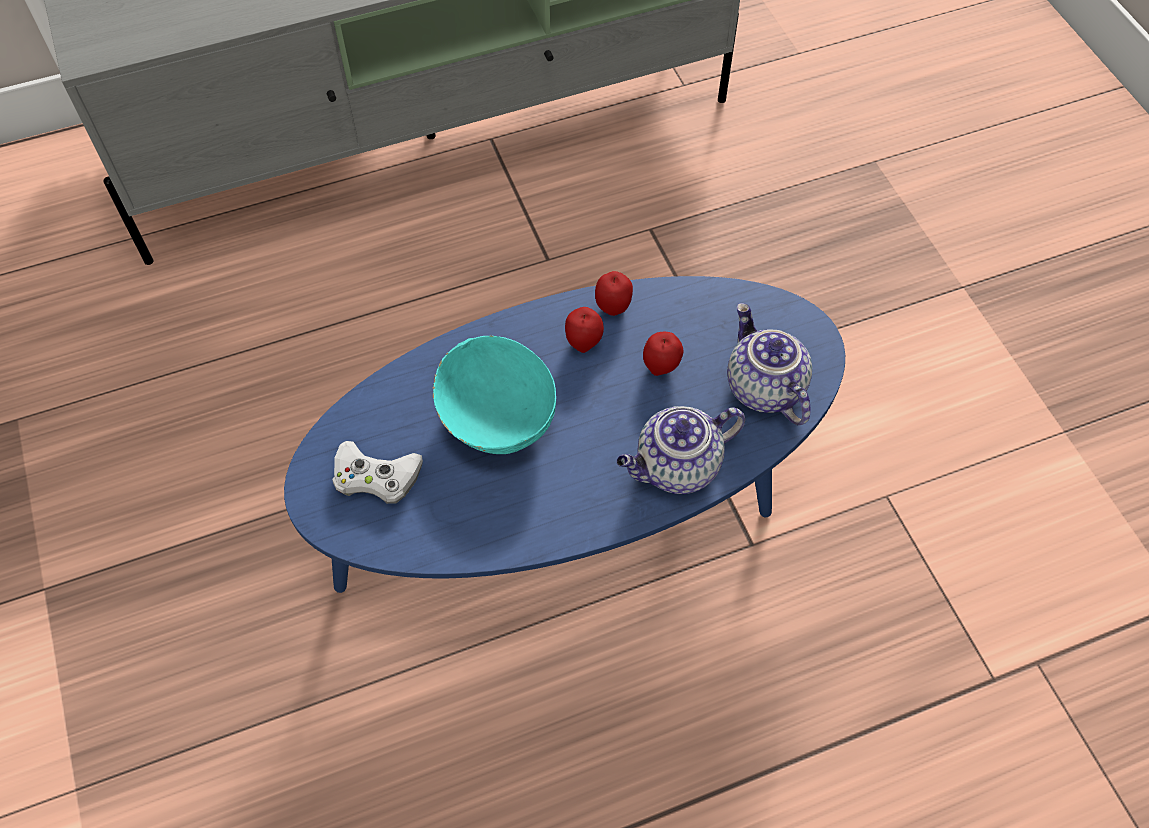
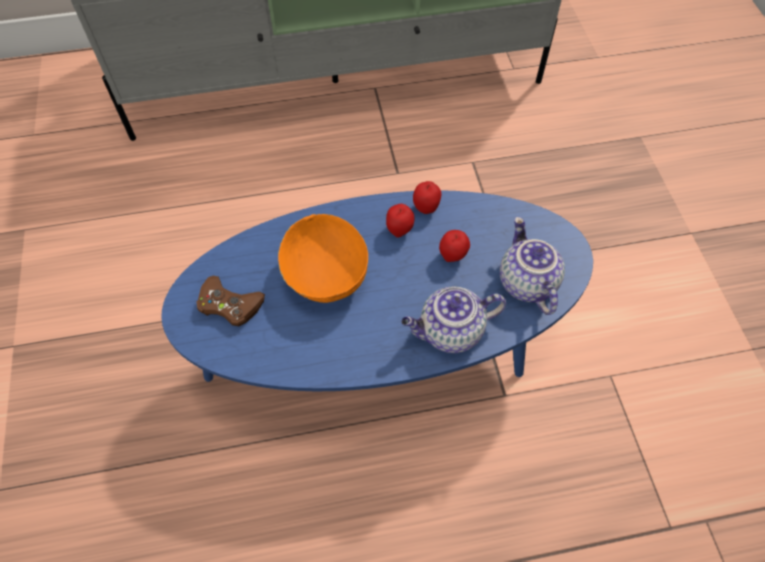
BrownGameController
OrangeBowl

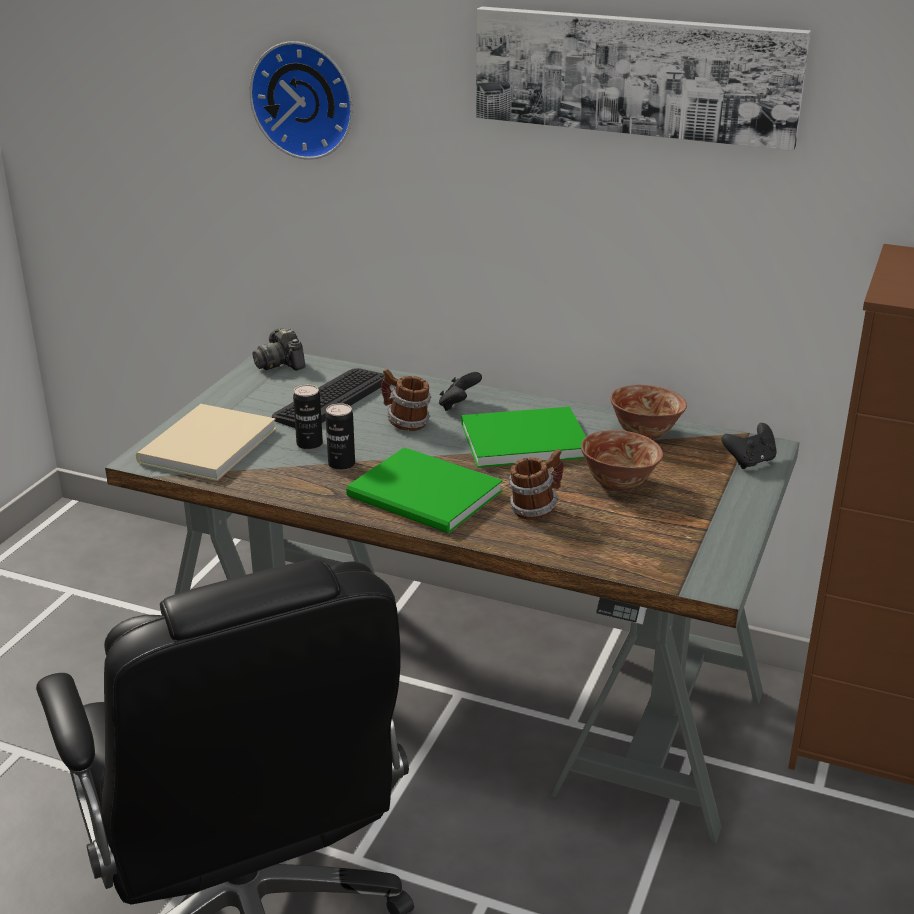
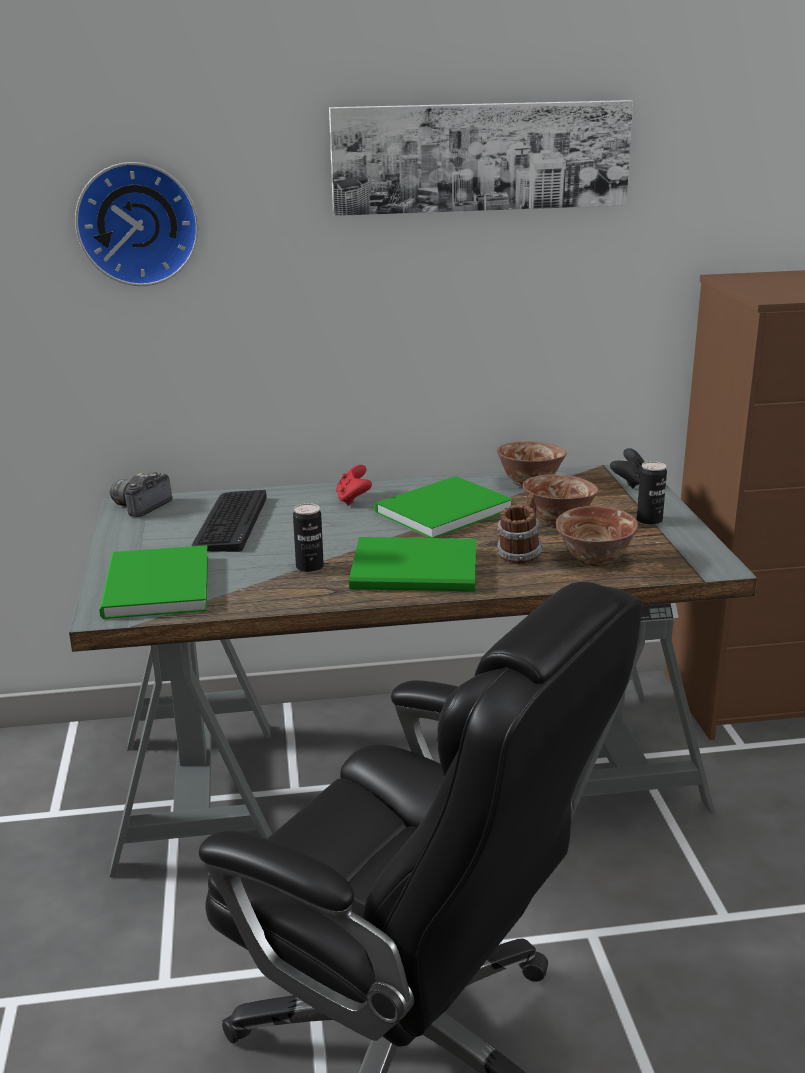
GreenBook (no. 1 from left)
PhotoCamera
RedGameController
Bowl (no. 3 from left)
Can (no. 2 from left)
Mug (no. 1 from left in the first image)

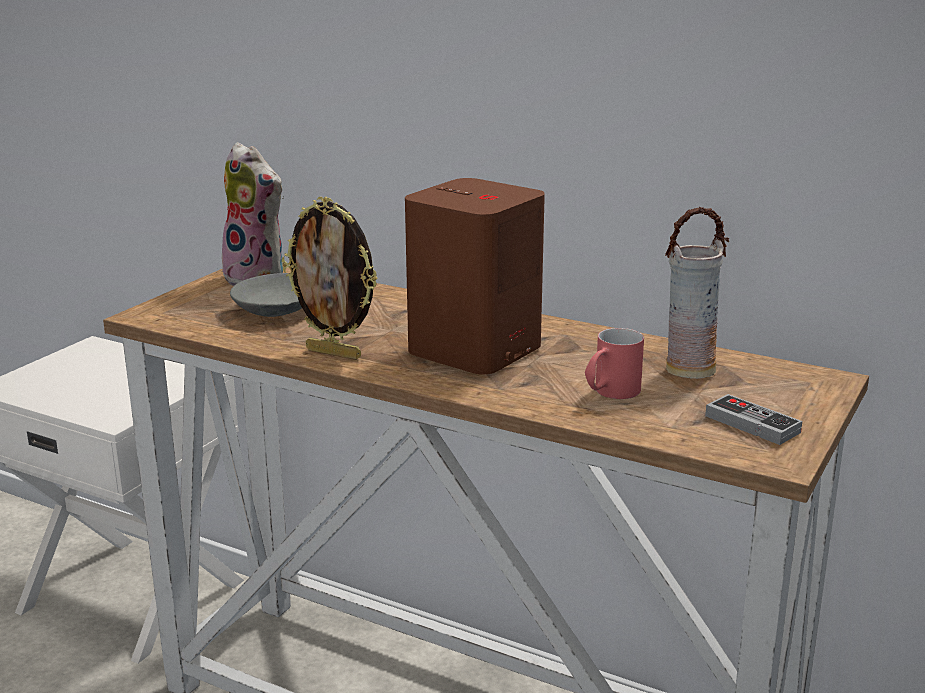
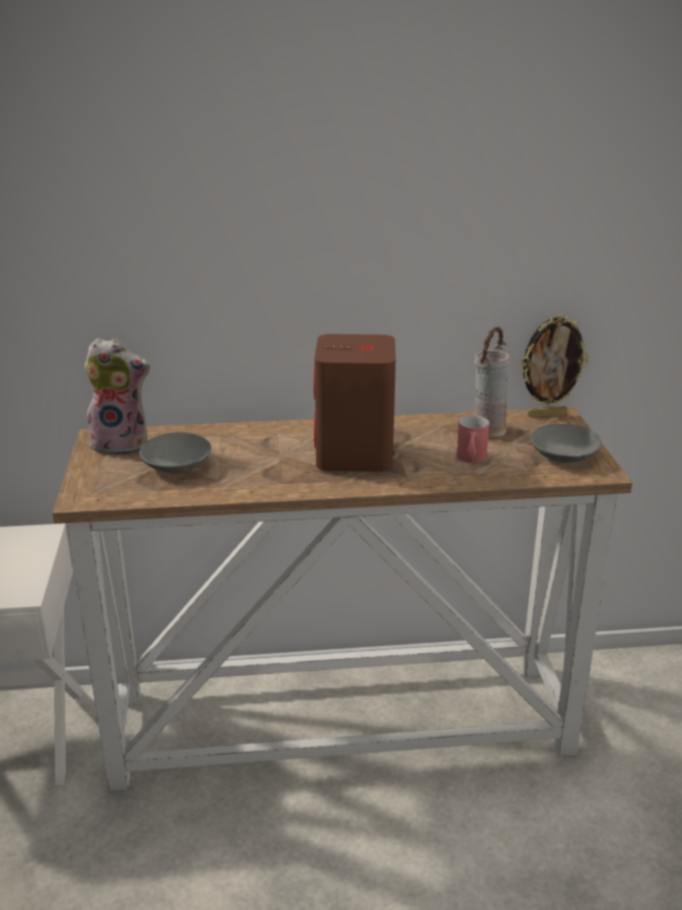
PictureFrame
GreyBowl (no. 2 from left)

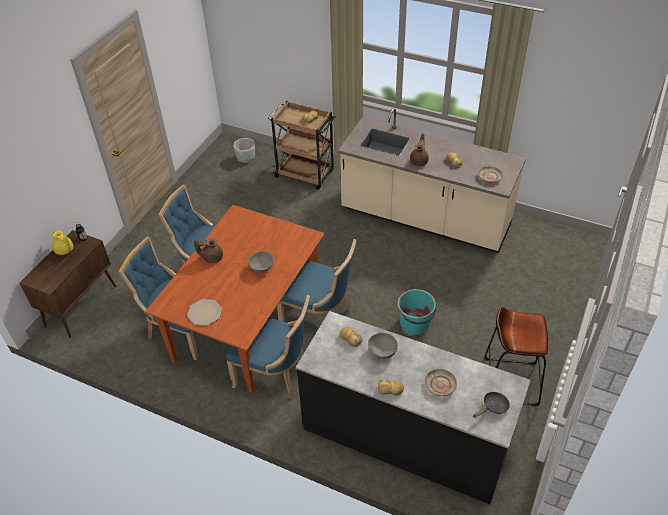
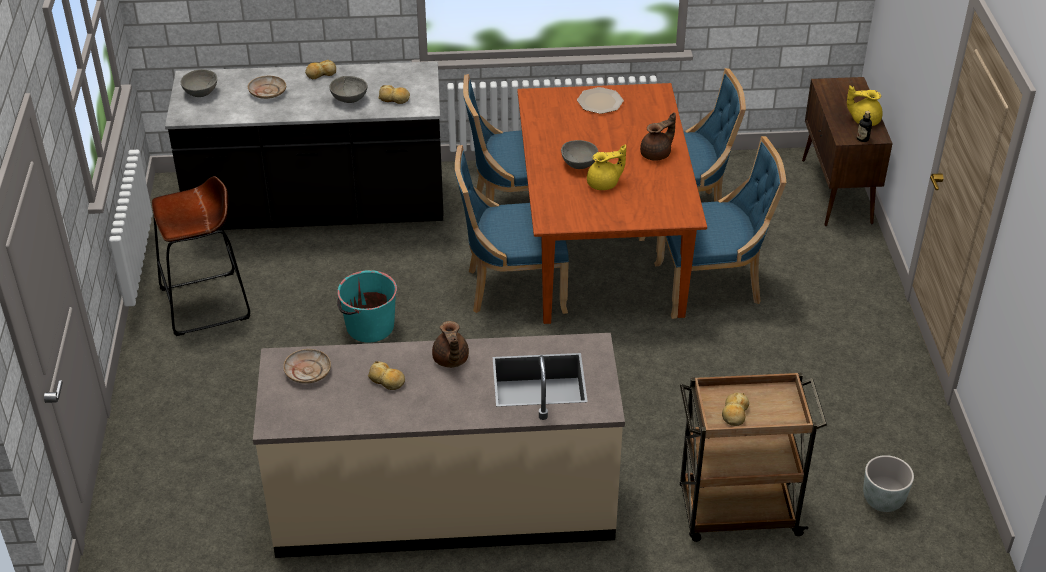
GreyBowl (no. 1 from left)
YellowTeapot (no. 1 from left)

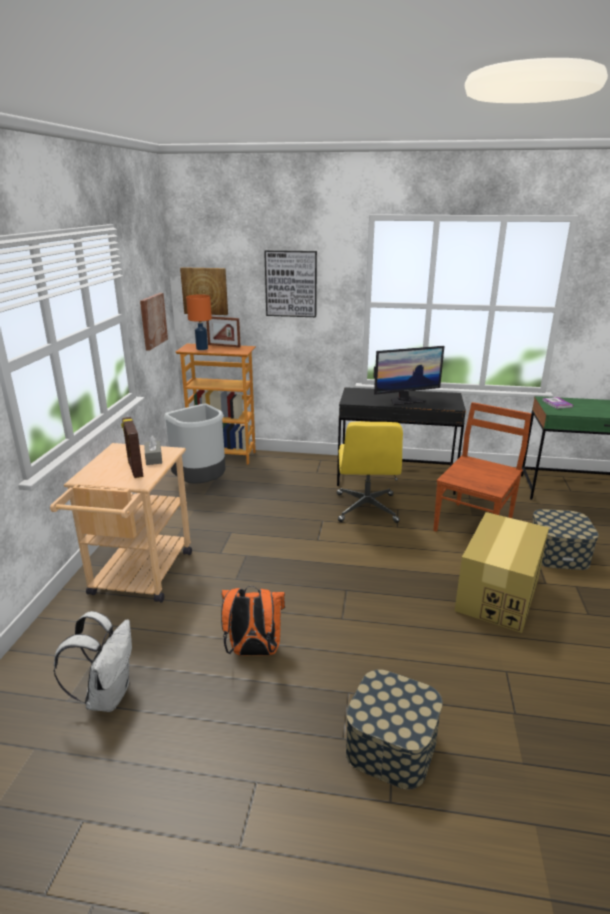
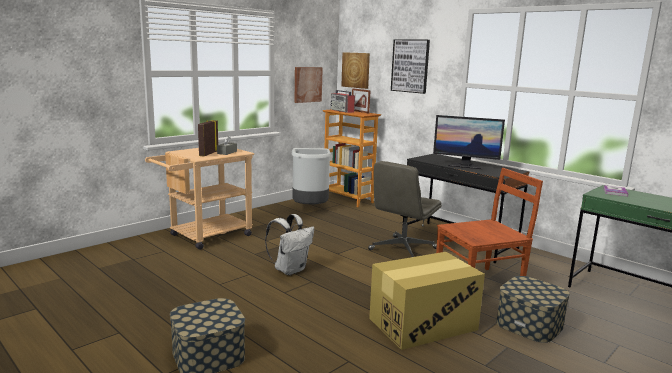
WhiteBackpack
Radio
GreyOfficeChair
OrangeBackpack

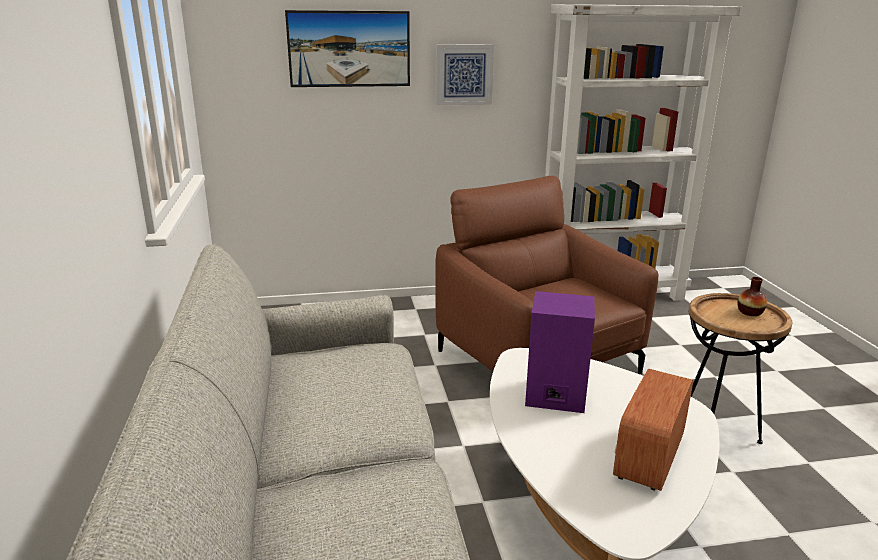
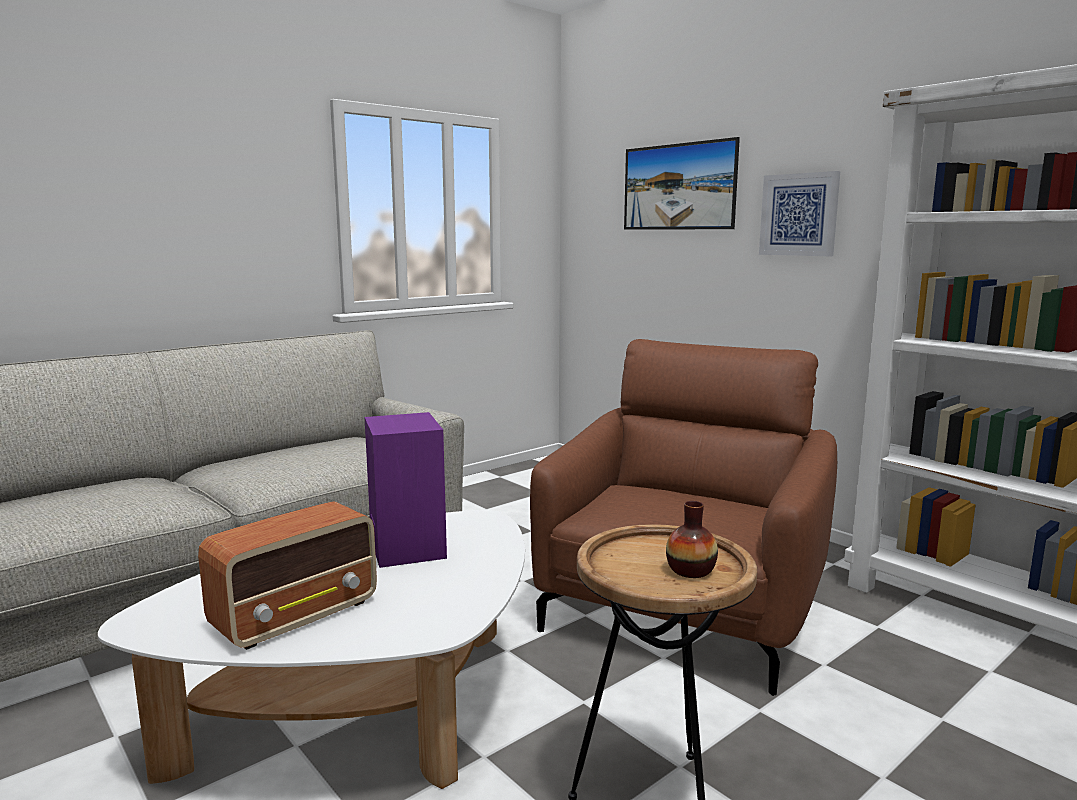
Radio

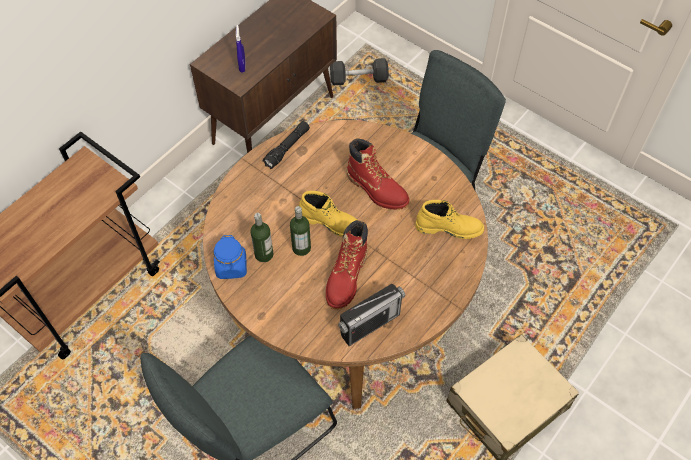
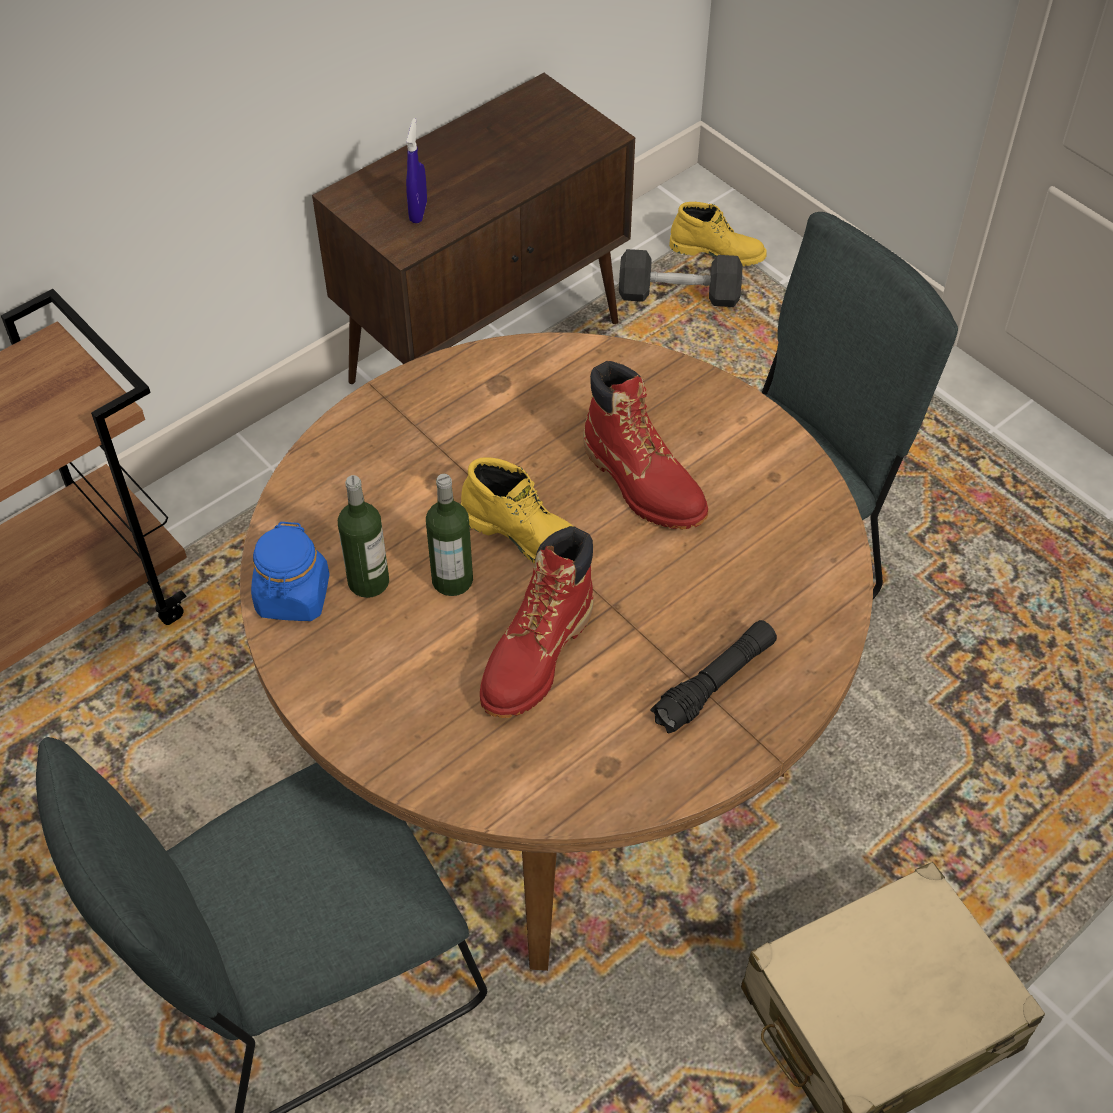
BlackFlashlight
YellowBoot (no. 2 from left)
Radio

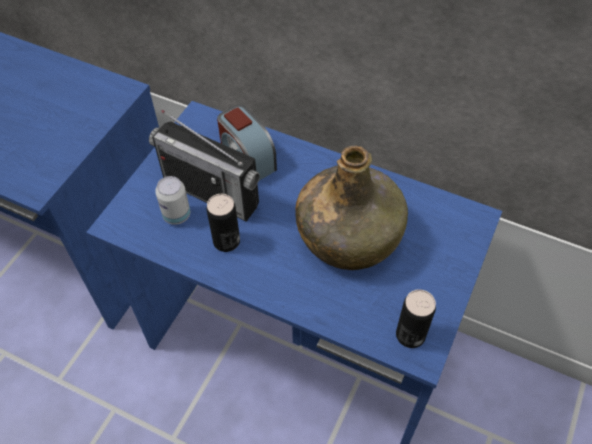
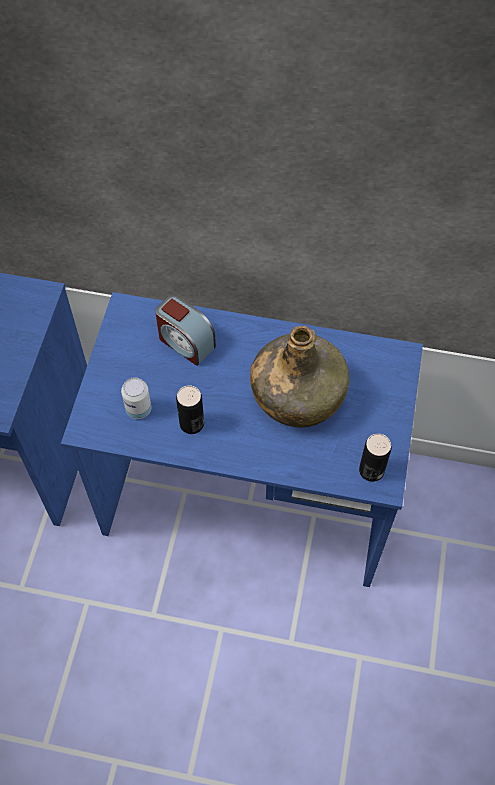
Radio

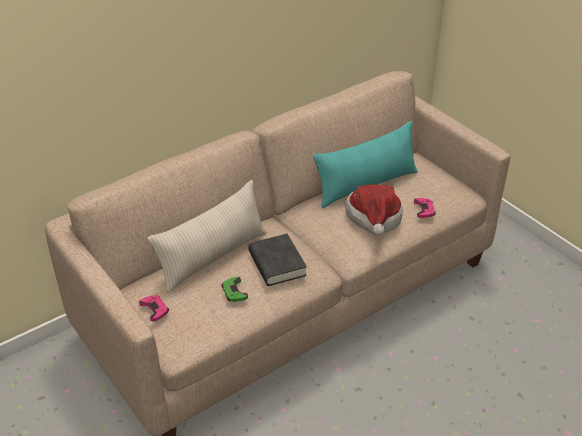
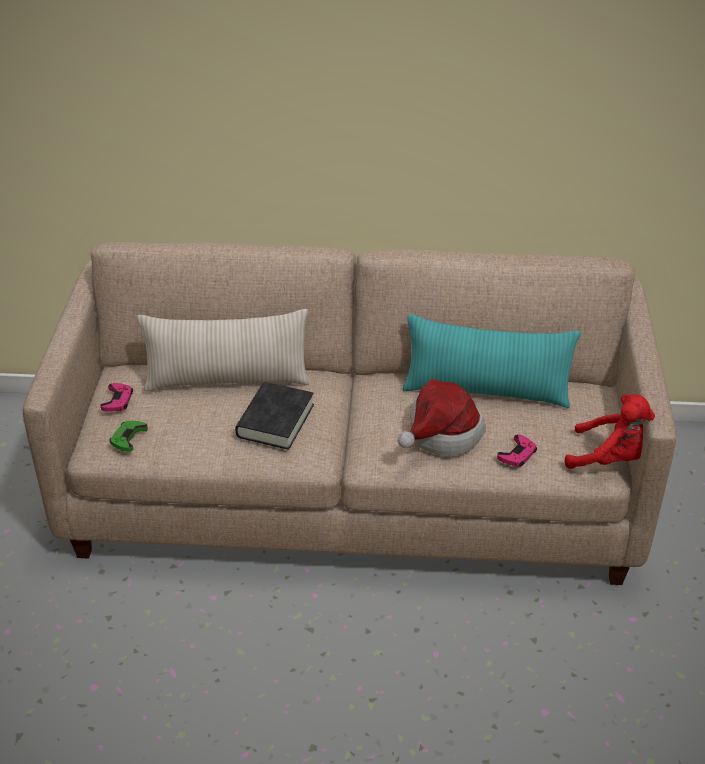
GreenGameController
RedPlushToy

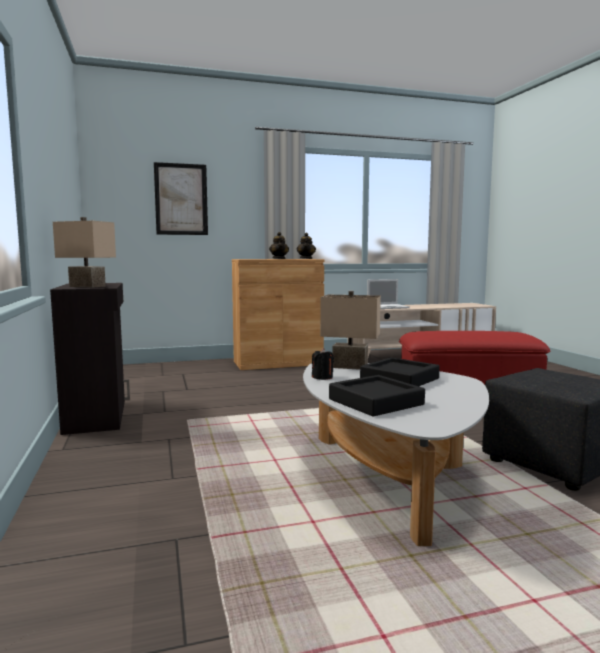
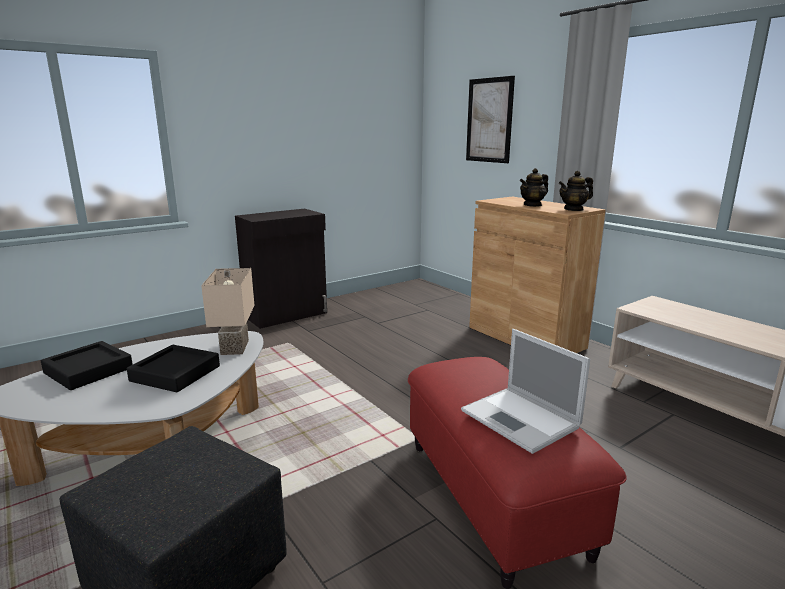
Laptop
BeigeTableLamp (no. 1 from left in the first image)
BlackCandle

